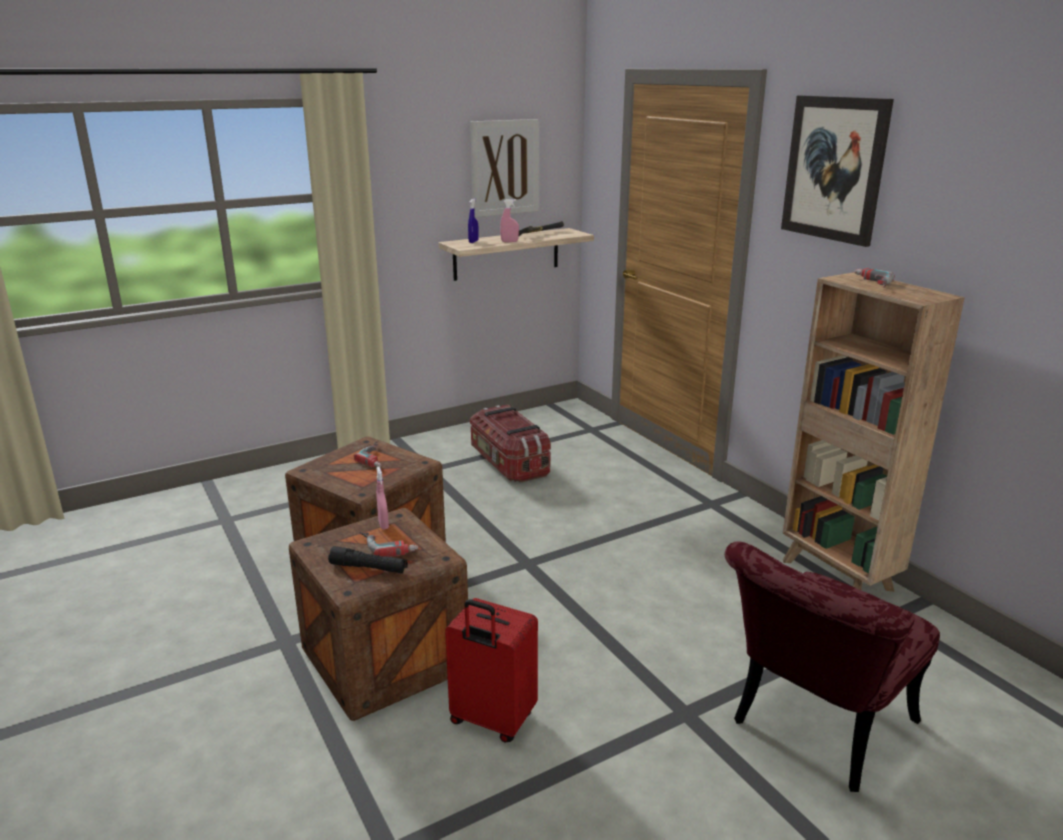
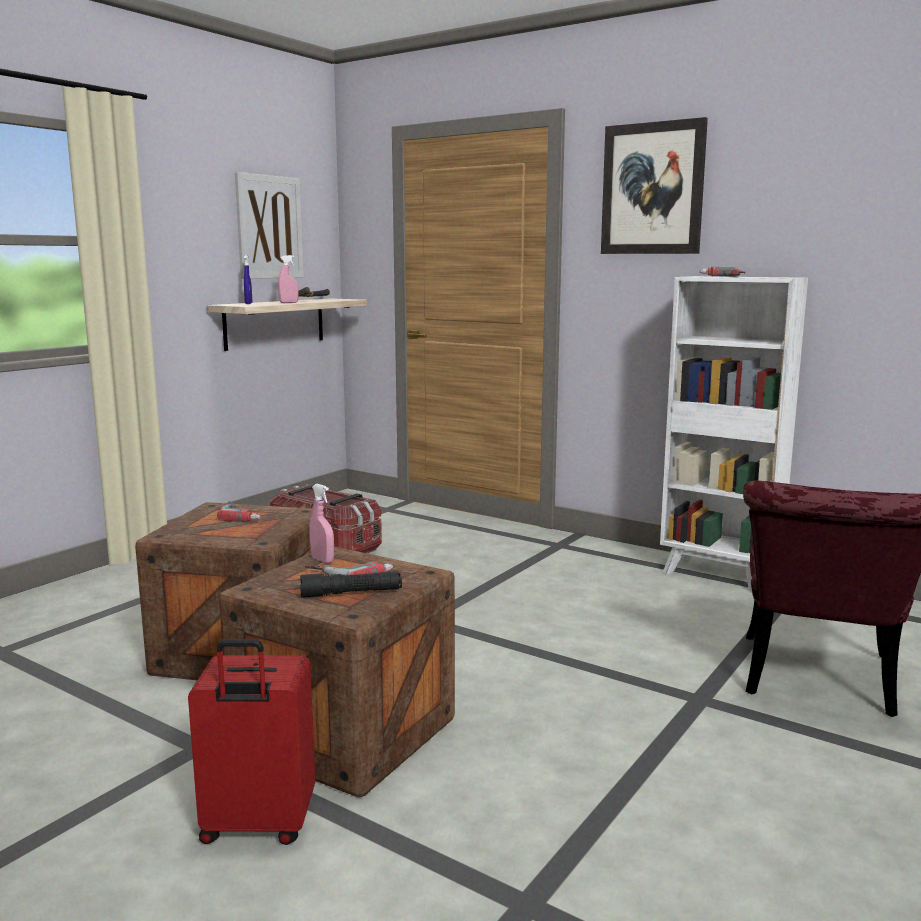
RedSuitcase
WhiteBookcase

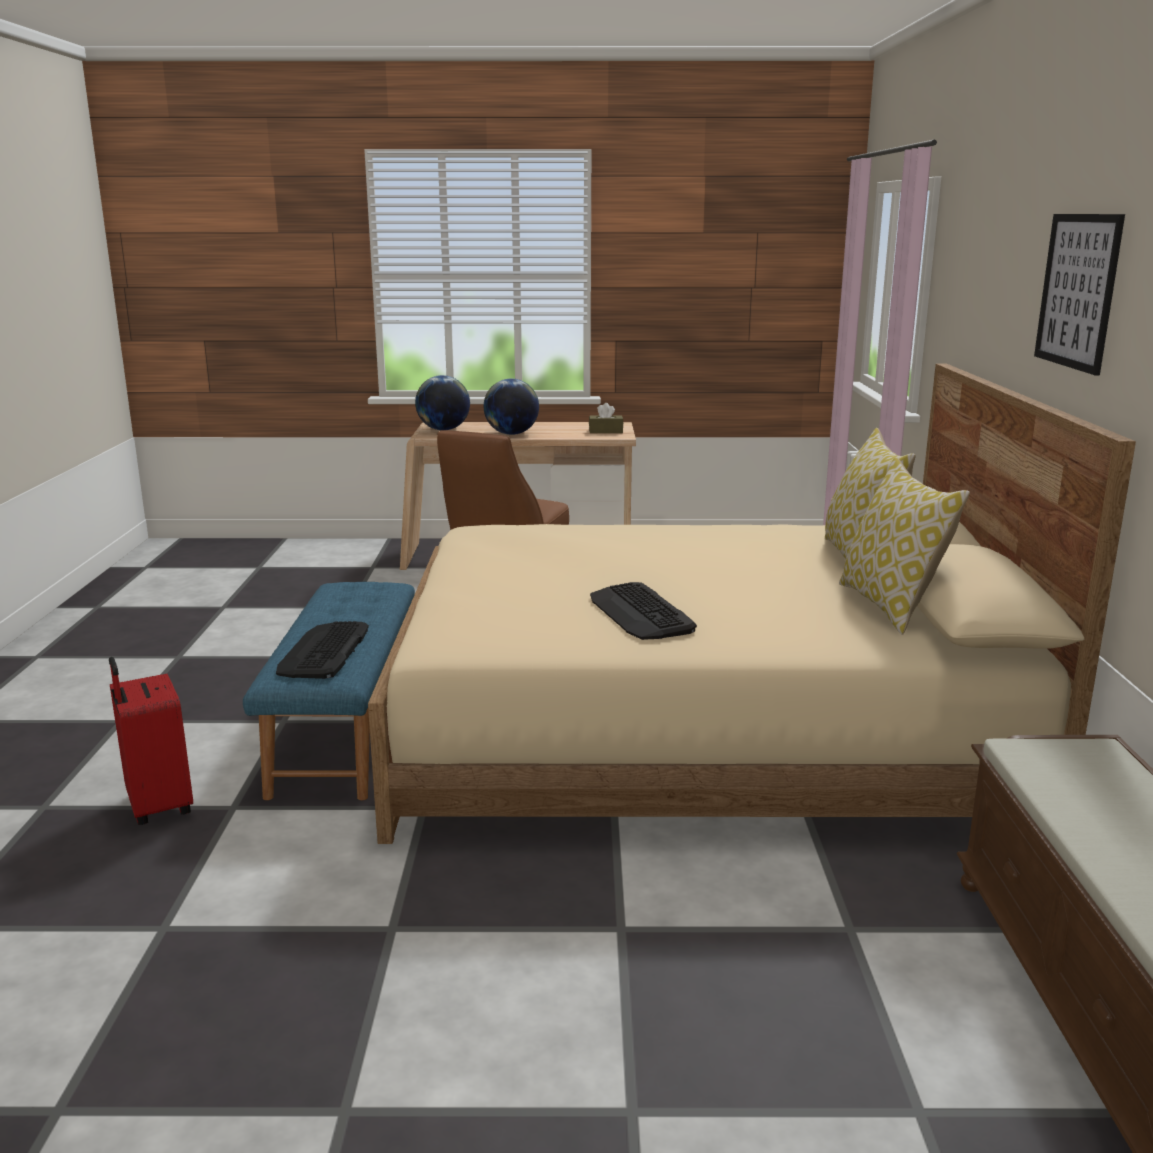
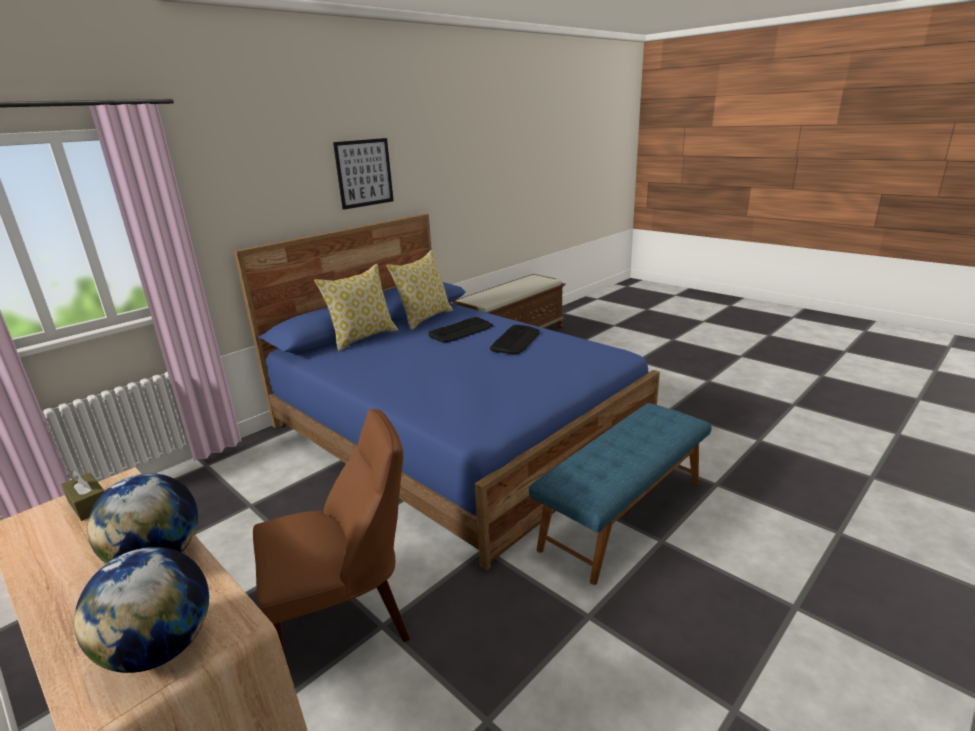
BlueBed
Keyboard (no. 1 from left)
RedSuitcase

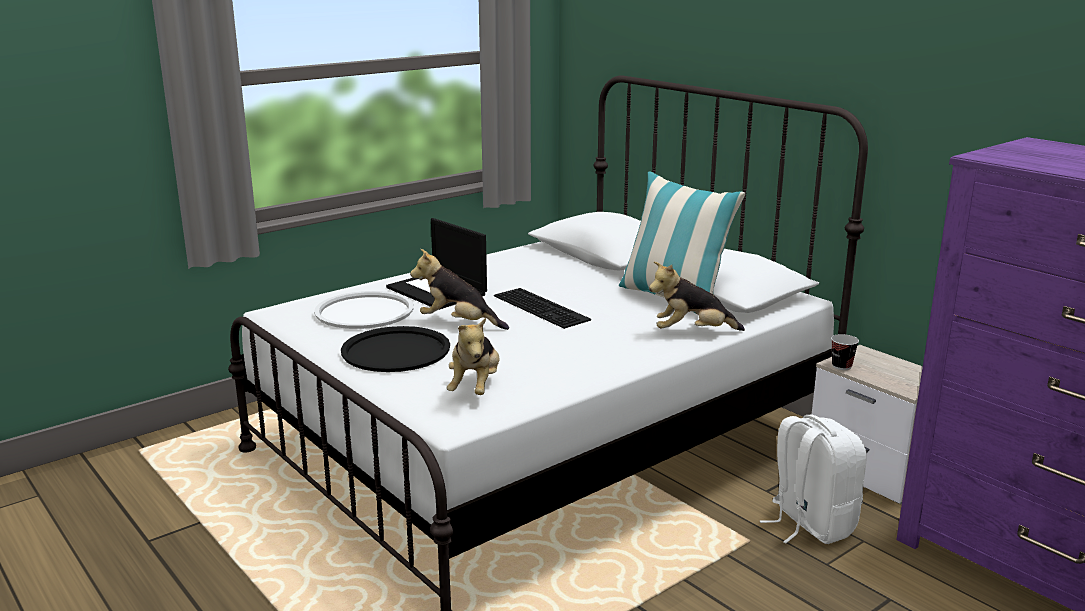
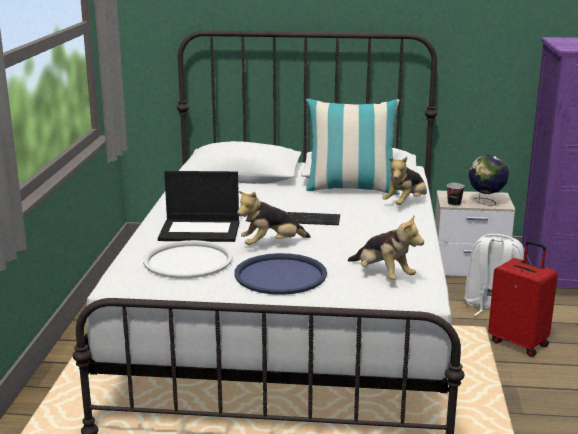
BlueTray
Globe
RedSuitcase

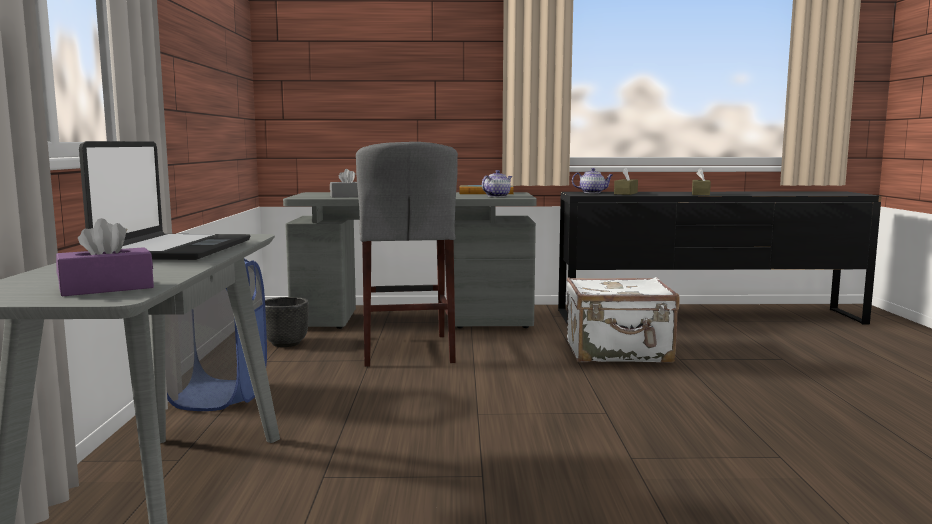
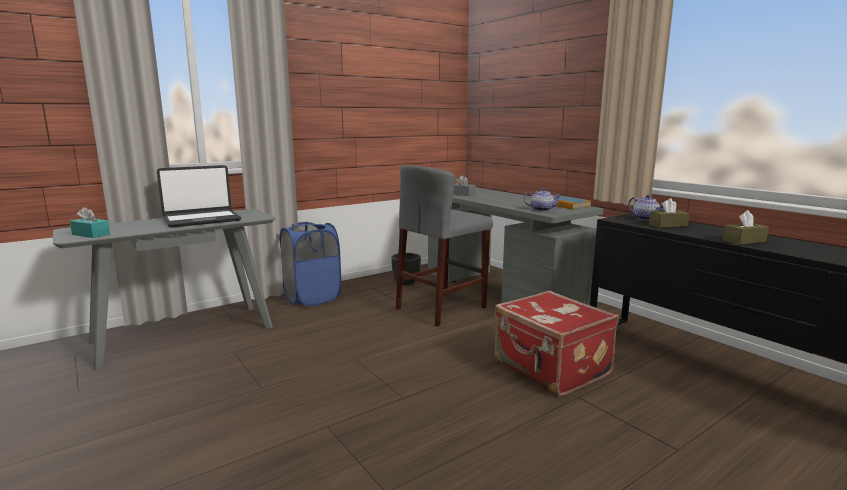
TurquoiseTissueBox
RedSuitcase

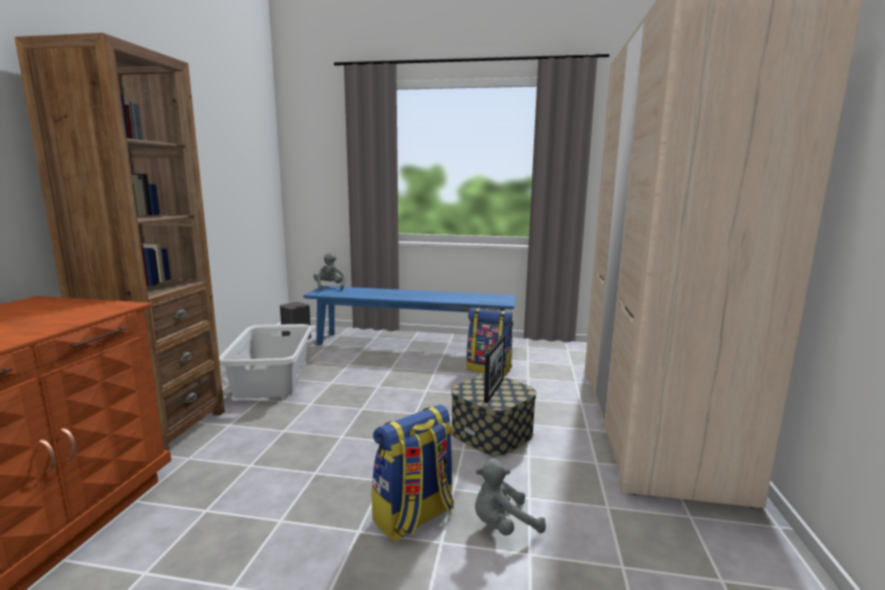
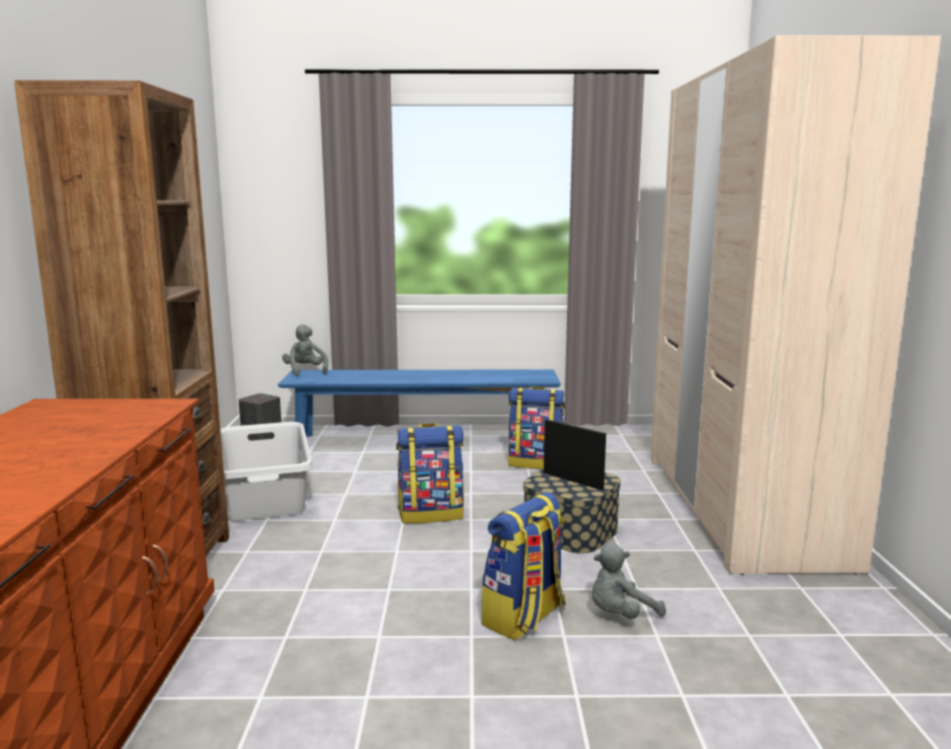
Backpack (no. 1 from left)
PictureFrame

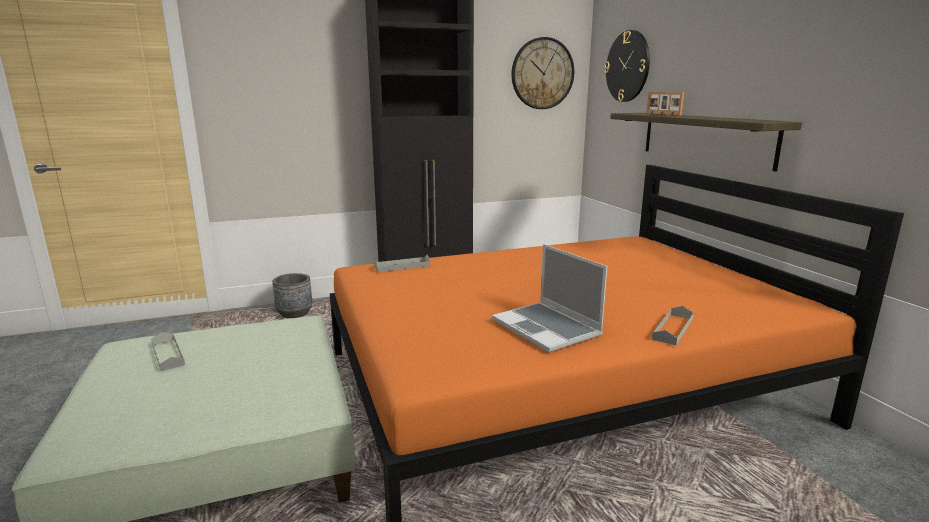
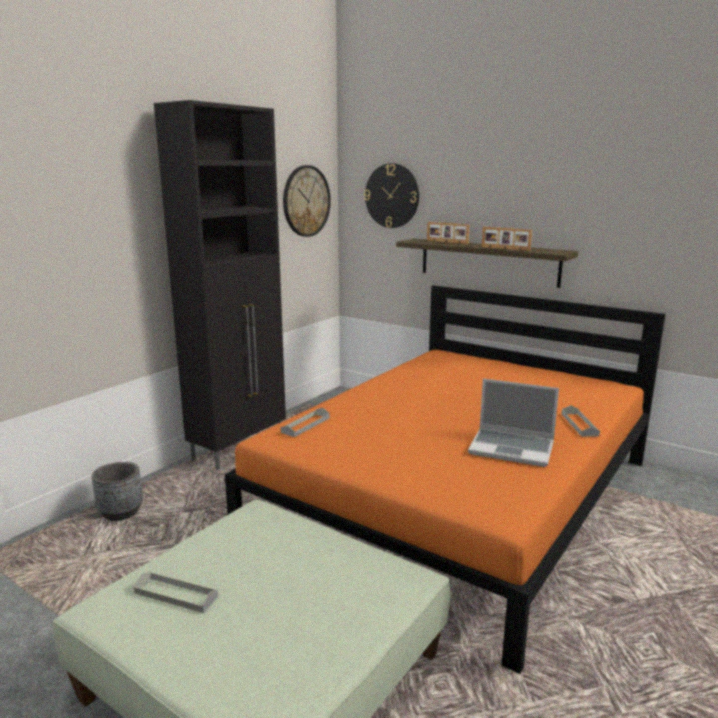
PictureFrame (no. 2 from left)

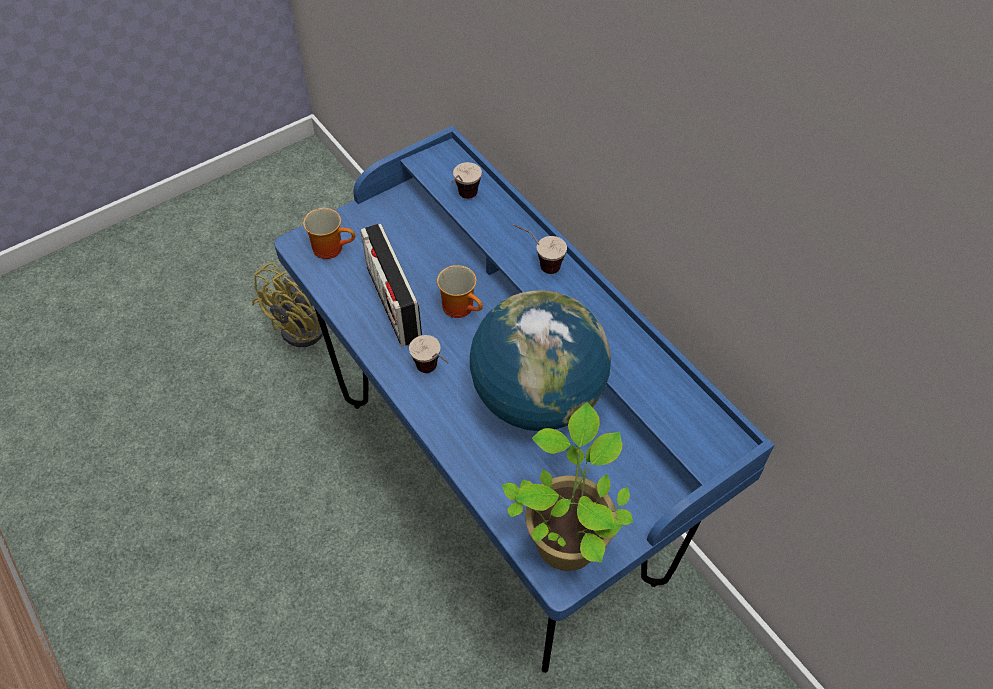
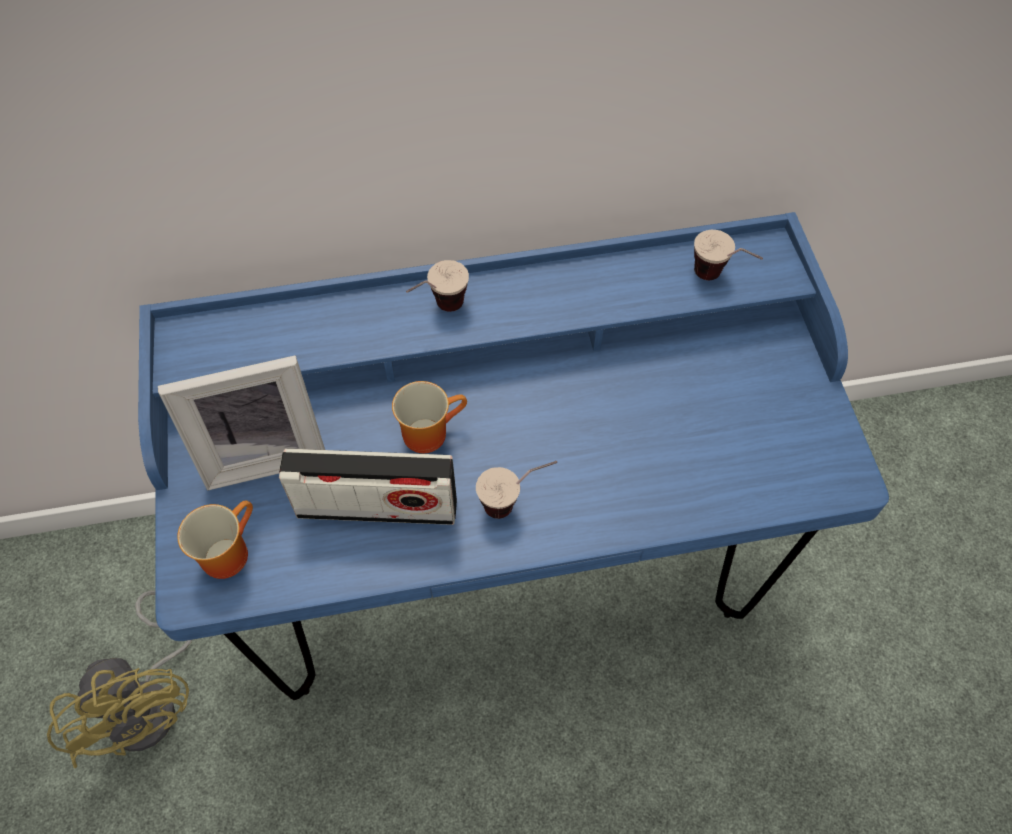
PictureFrame
Cup (no. 3 from left)
Globe
PottedPlant

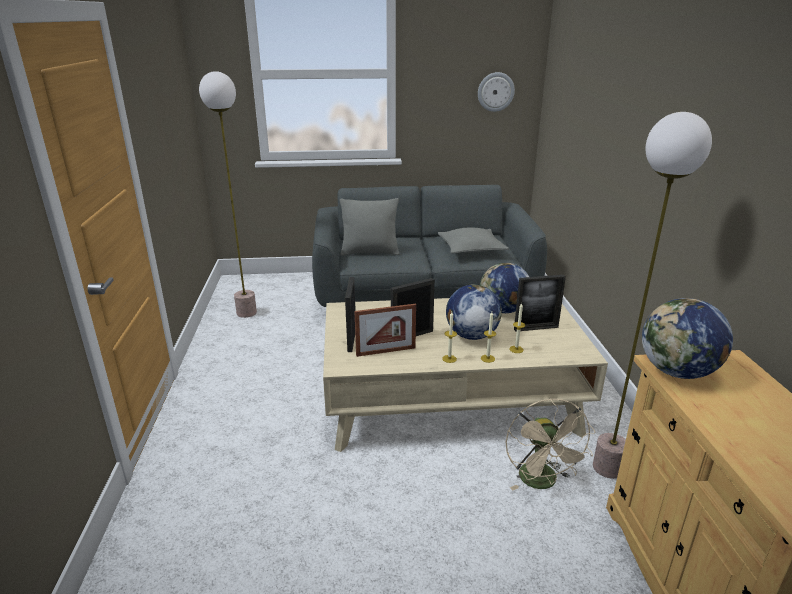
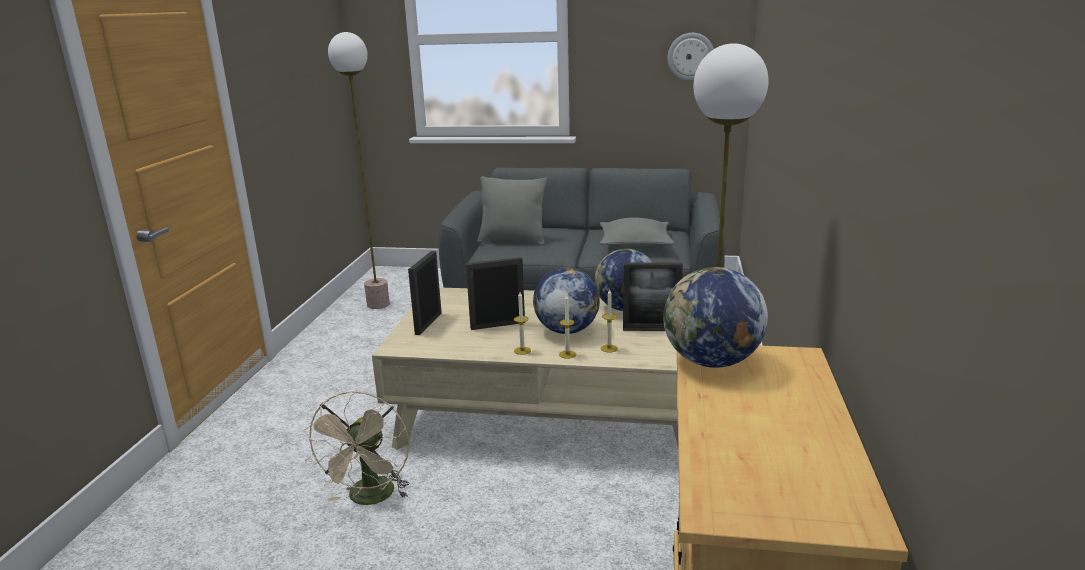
BeigeFan
PictureFrame (no. 2 from left in the first image)

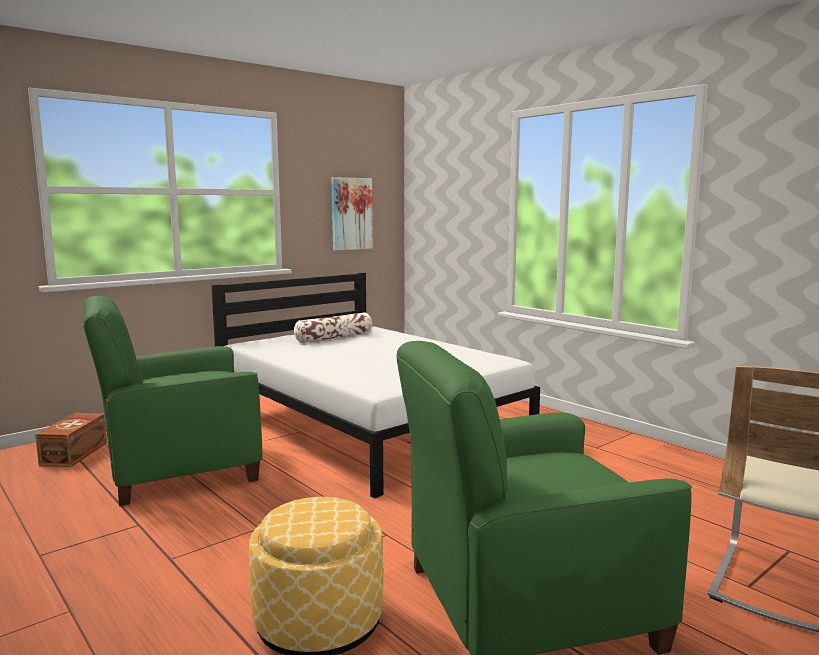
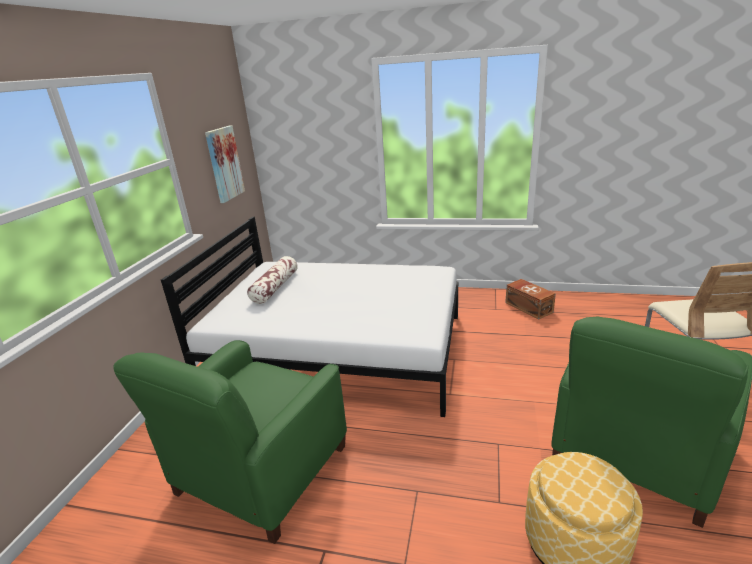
BrownStorageBox

